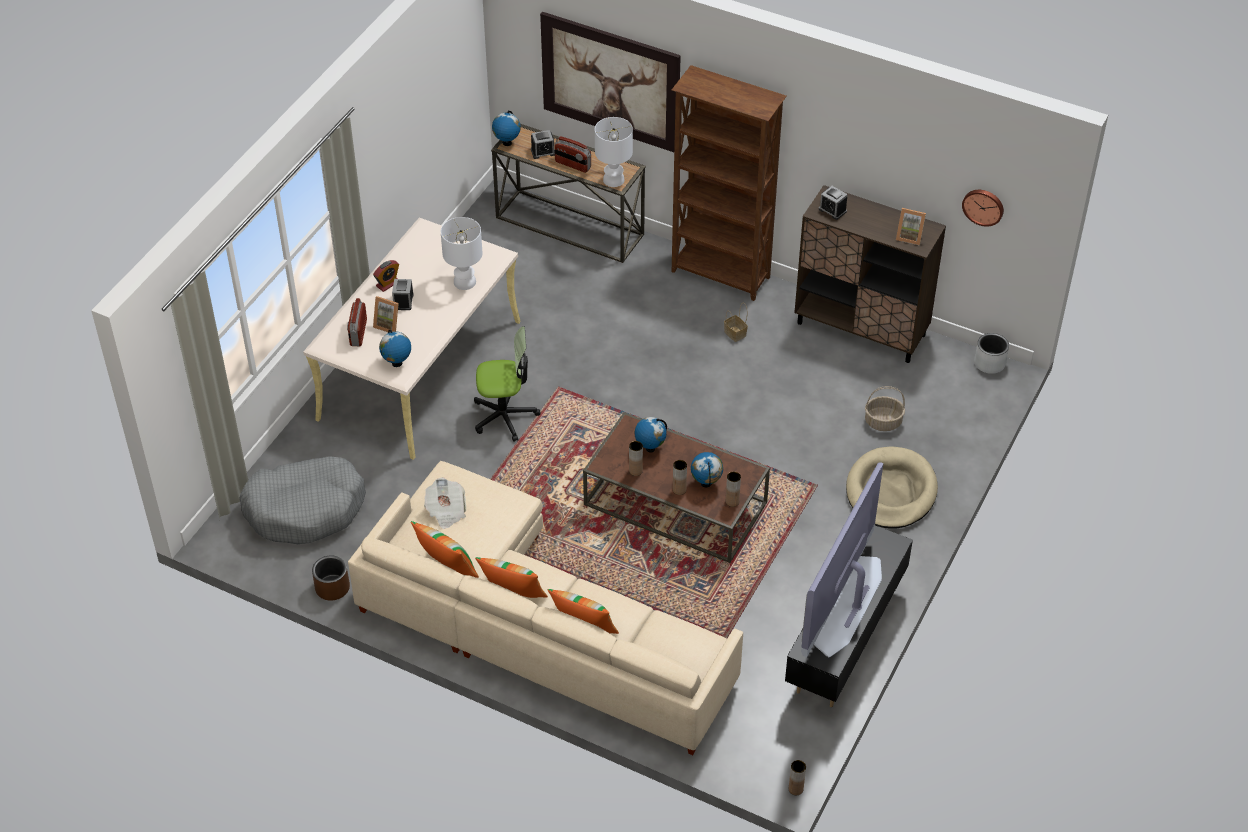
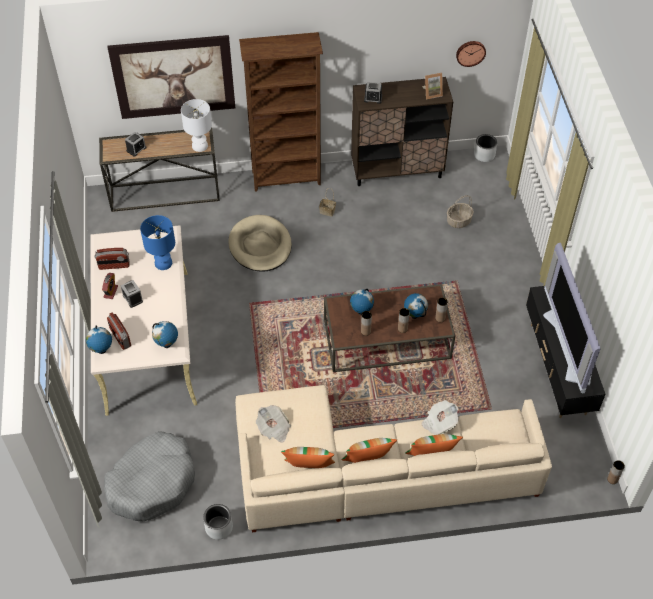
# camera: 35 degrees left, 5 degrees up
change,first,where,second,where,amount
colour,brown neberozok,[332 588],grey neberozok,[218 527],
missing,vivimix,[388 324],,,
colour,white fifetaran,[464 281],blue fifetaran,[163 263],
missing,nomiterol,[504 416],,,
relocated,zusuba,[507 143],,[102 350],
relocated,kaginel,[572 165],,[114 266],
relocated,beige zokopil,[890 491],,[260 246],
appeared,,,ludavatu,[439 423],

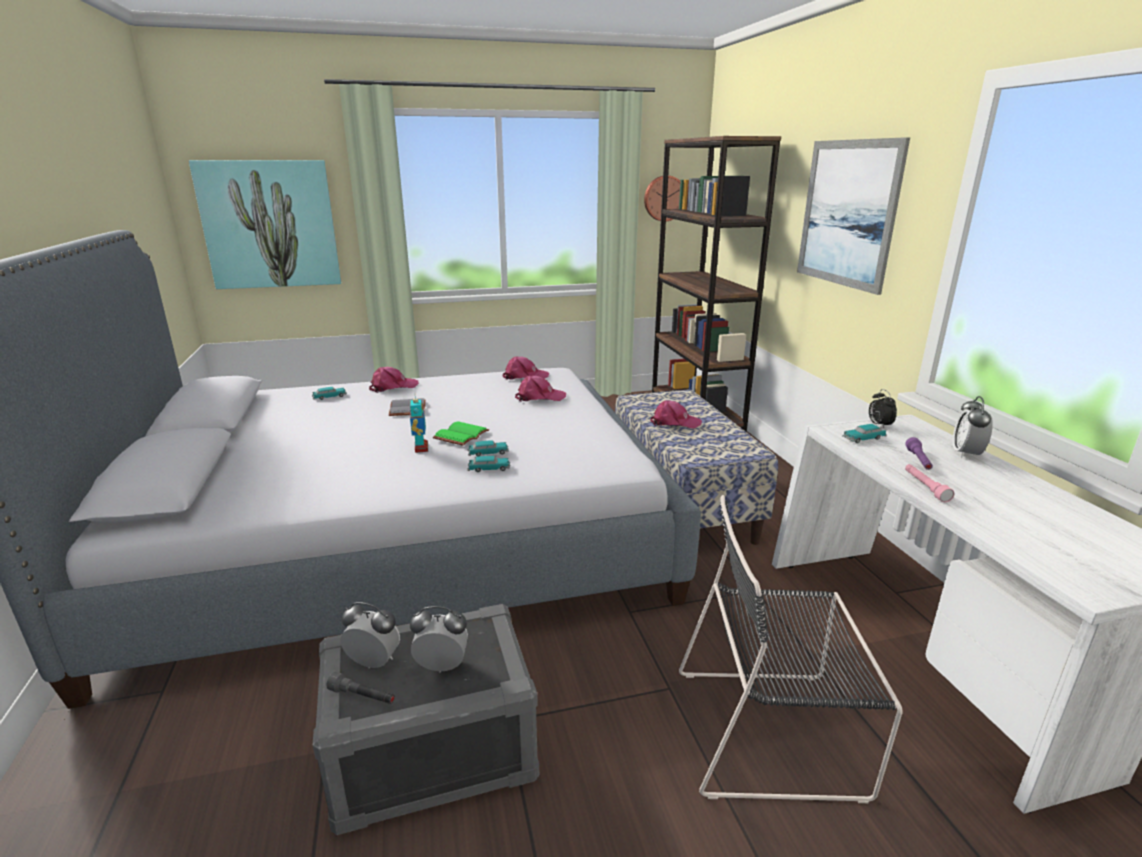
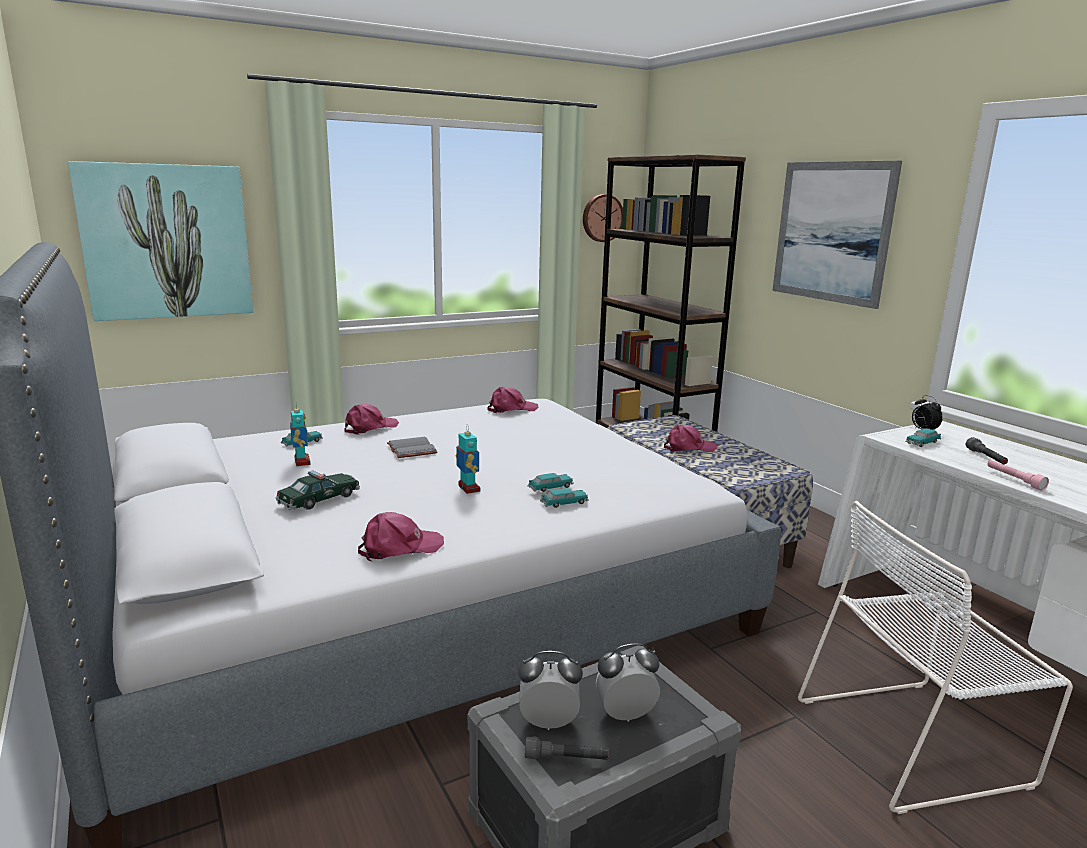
# camera: 15 degrees left, 5 degrees down
change,first,where,second,where,amount
missing,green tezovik,[462 436],,,
relocated,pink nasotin,[539 397],,[399 547],
colour,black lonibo,[774 731],white lonibo,[916 740],
colour,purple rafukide,[918 460],grey rafukide,[986 458],
missing,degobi,[966 454],,,
appeared,,,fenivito,[319 499],
appeared,,,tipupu,[301 462],

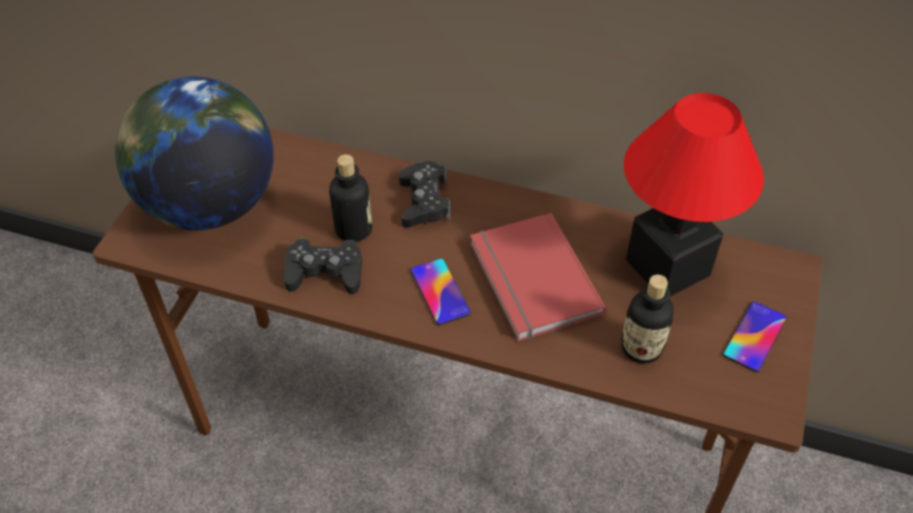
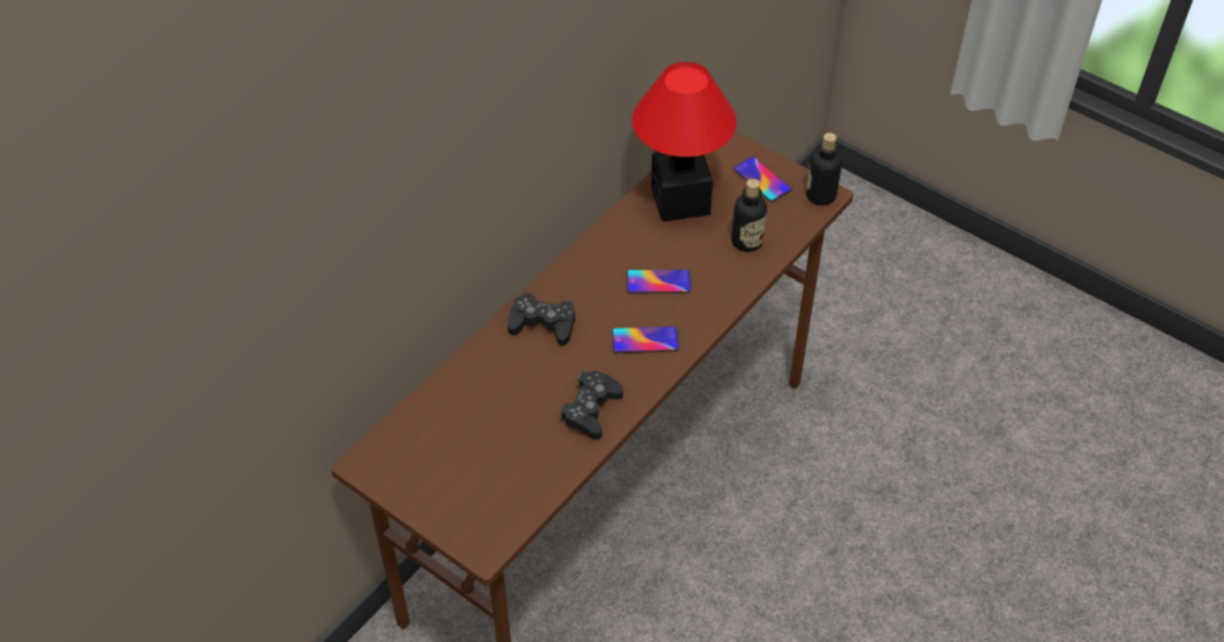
# camera: 70 degrees left, 0 degrees up
change,first,where,second,where,amount
missing,zusuba,[209 205],,,
relocated,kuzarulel,[353 229],,[821 195],
exchanged,red tezovik,[531 280],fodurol,[658 282],

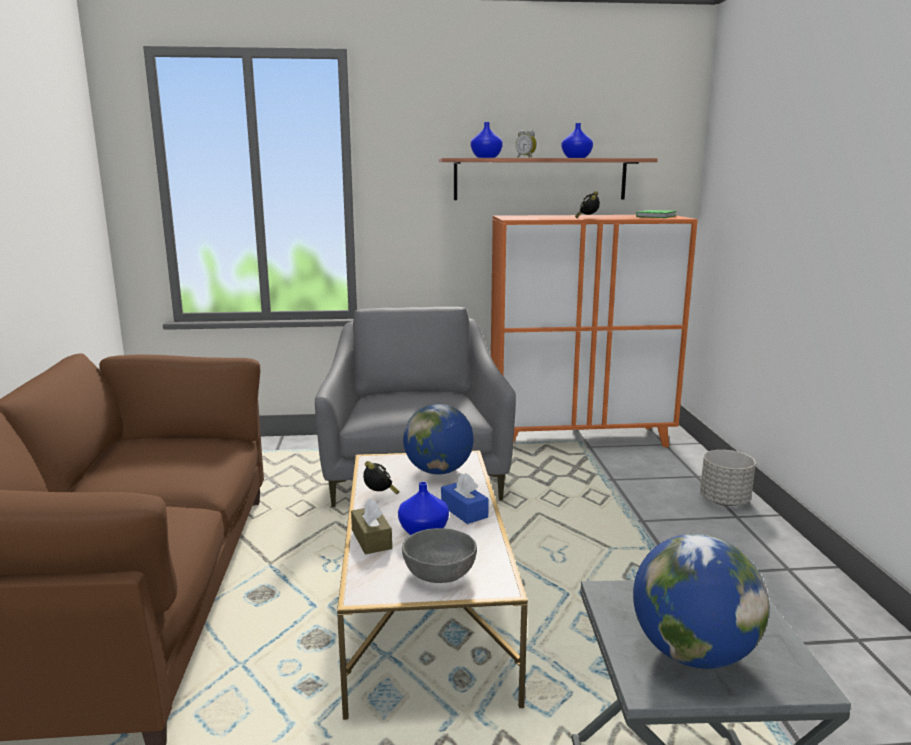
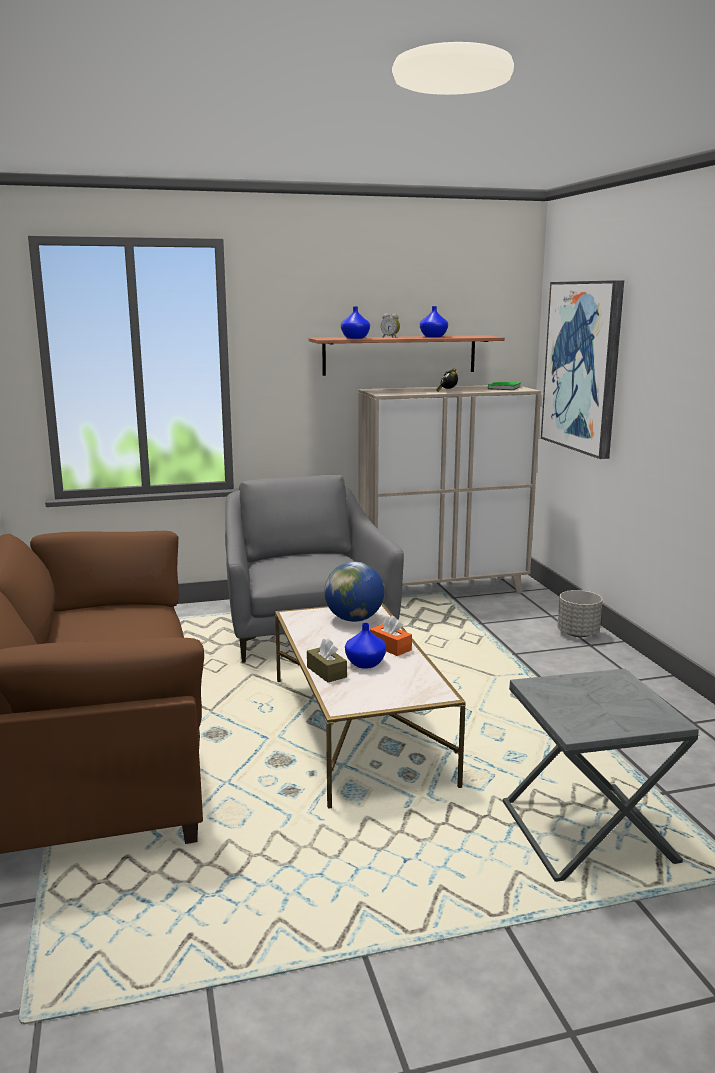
# camera: 10 degrees left, 0 degrees up
change,first,where,second,where,amount
missing,degobi,[380 495],,,
missing,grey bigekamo,[439 571],,,
colour,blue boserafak,[464 511],orange boserafak,[390 647],
colour,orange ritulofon,[580 439],beige ritulofon,[443 591],
missing,zusuba,[693 653],,,
appeared,,,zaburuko,[583 366],

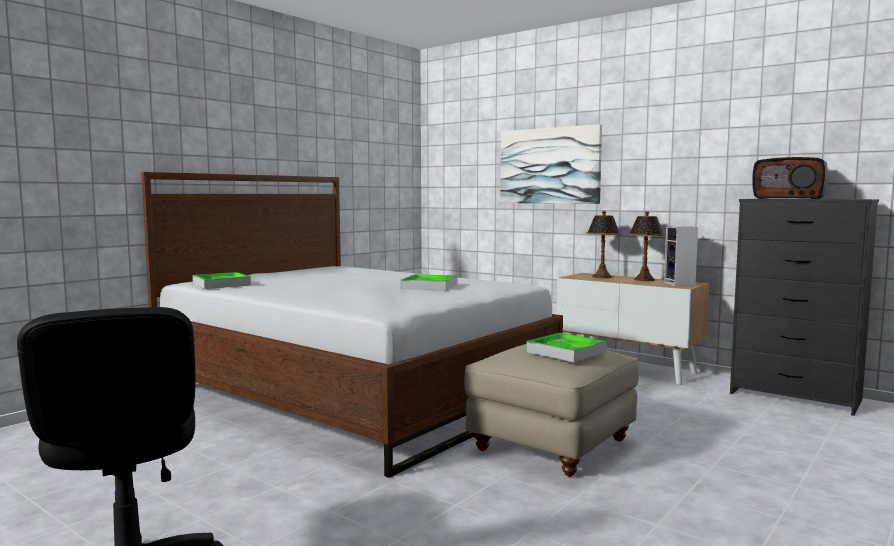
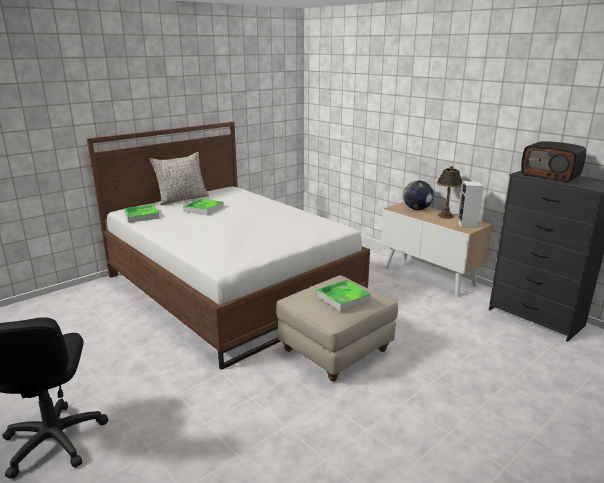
# camera: 10 degrees right, 15 degrees up
change,first,where,second,where,amount
relocated,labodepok,[429 286],,[204 209],
missing,zaburuko,[549 166],,,
exchanged,fifetaran,[602 277],zusuba,[417 209],
appeared,,,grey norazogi,[182 199],

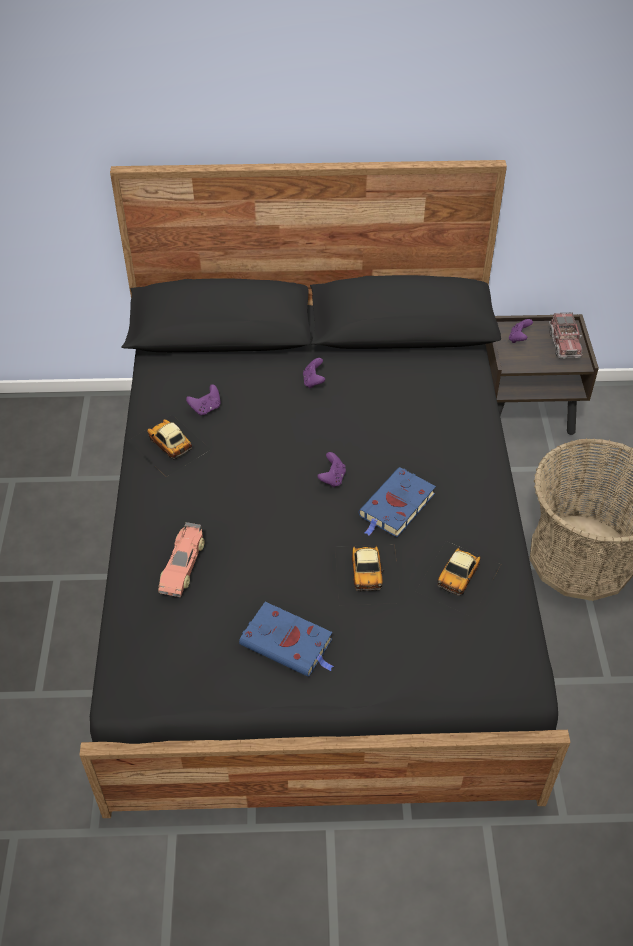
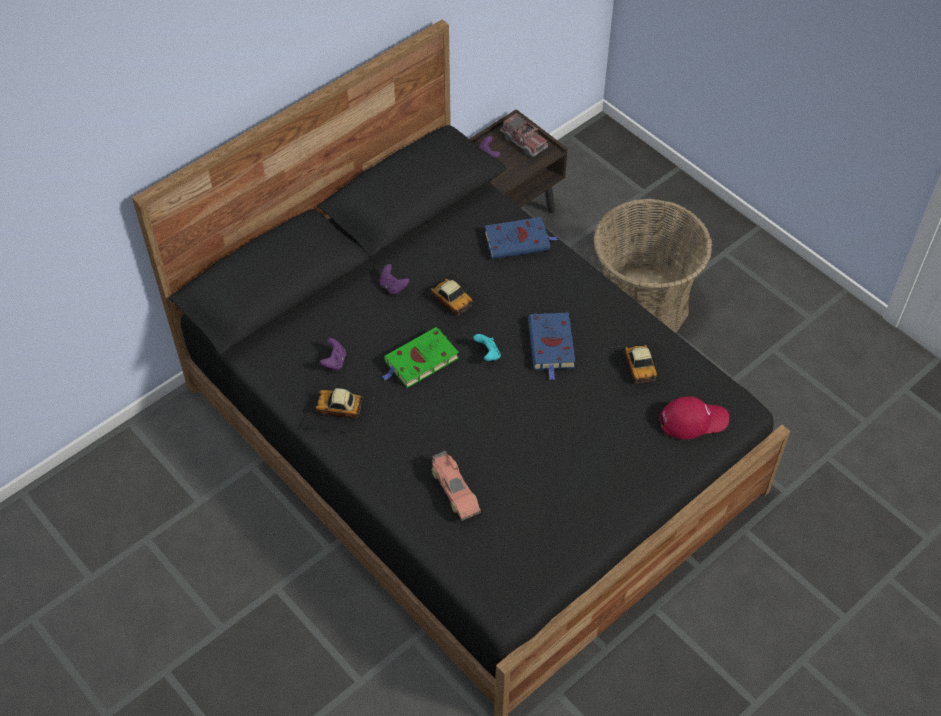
# camera: 40 degrees left, 5 degrees up
change,first,where,second,where,amount
relocated,blue tezovik,[289 643],,[519 241],
colour,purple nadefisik,[332 478],turquoise nadefisik,[488 354],
relocated,fenivito,[368 573],,[452 301],
appeared,,,green tezovik,[420 361],
appeared,,,red nasotin,[693 420],

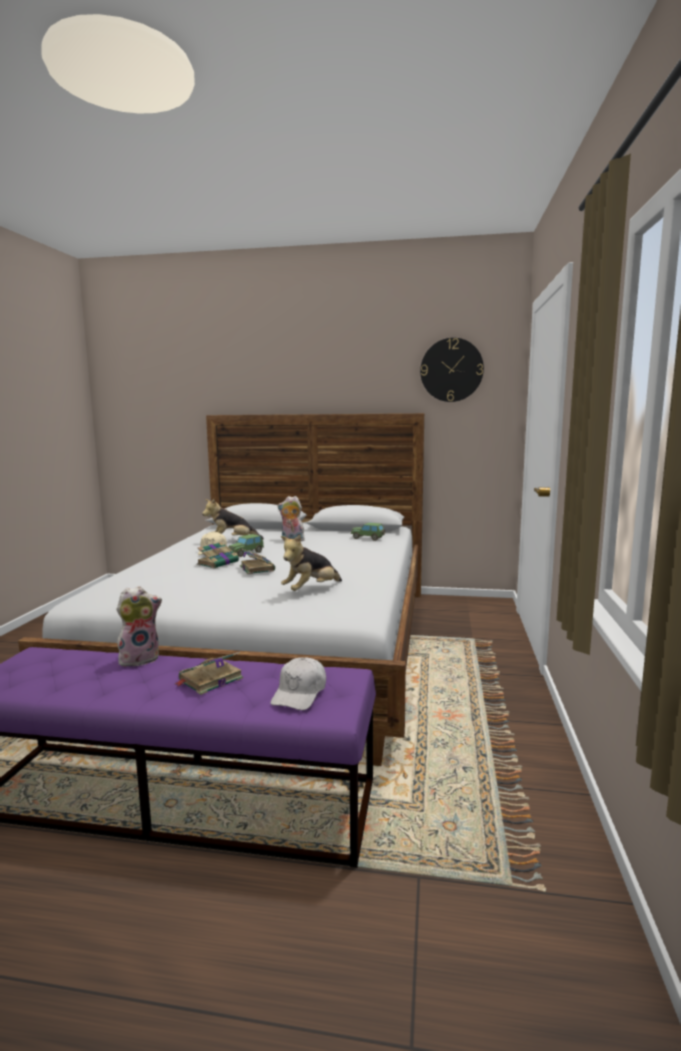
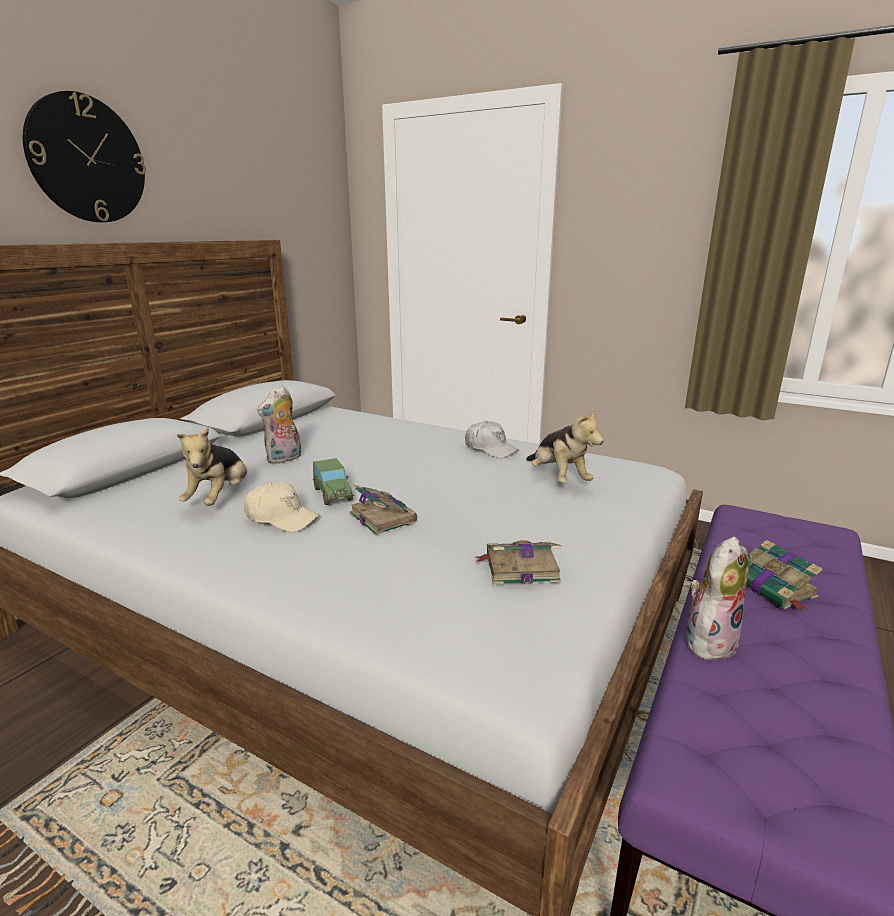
# camera: 70 degrees left, 10 degrees up
change,first,where,second,where,amount
spun,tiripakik,[140 659],,[708 640],60 degrees clockwise
relocated,tezovik,[256 568],,[519 567],
relocated,white nasotin,[300 693],,[491 449],
missing,fenivito,[368 538],,,
relocated,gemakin,[451 370],,[87 159],

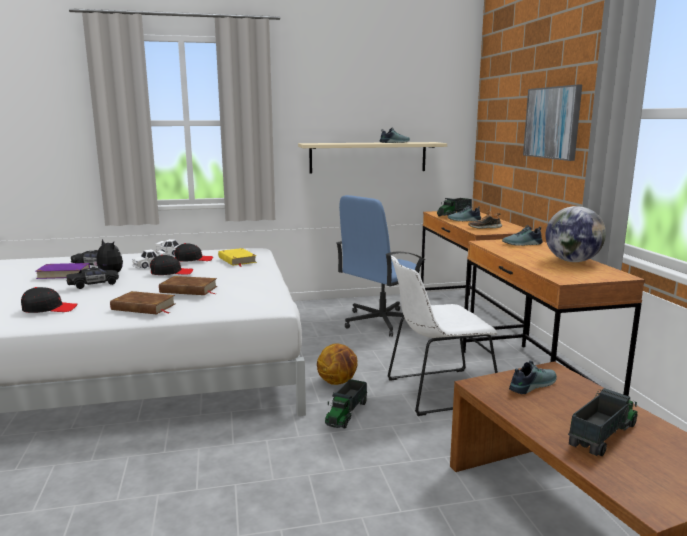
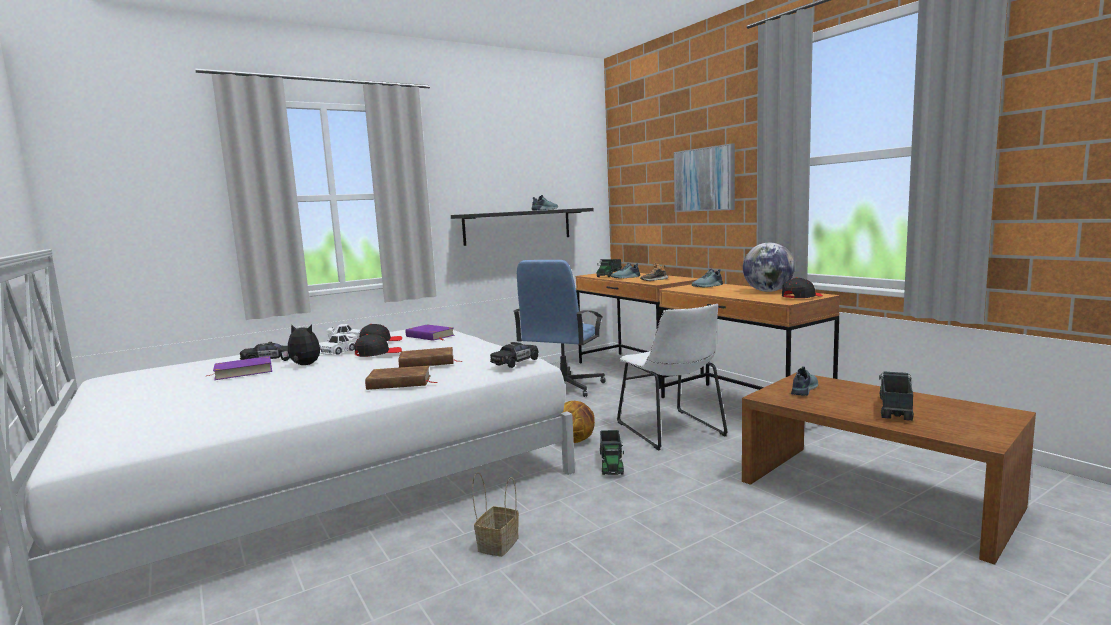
# camera: 20 degrees left, 5 degrees down
change,first,where,second,where,amount
relocated,black nasotin,[49 309],,[801 297],
relocated,black fenivito,[93 284],,[515 362],
colour,yellow tezovik,[237 260],purple tezovik,[430 336],
colour,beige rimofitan,[368 157],black rimofitan,[518 226],
spun,white lonibo,[437 391],,[672 430],75 degrees counterclockwise
appeared,,,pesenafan,[498 543],

